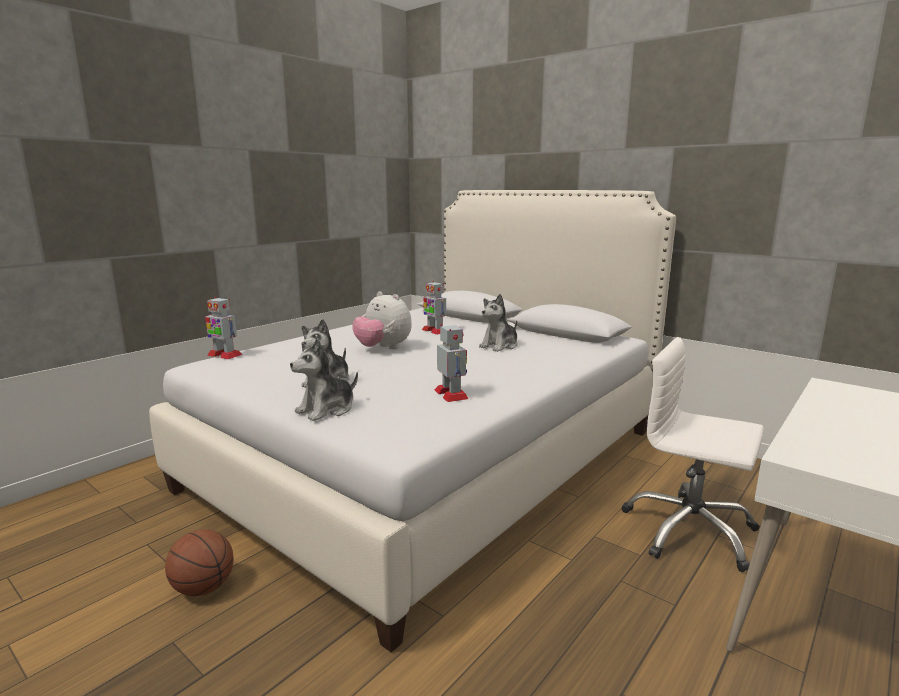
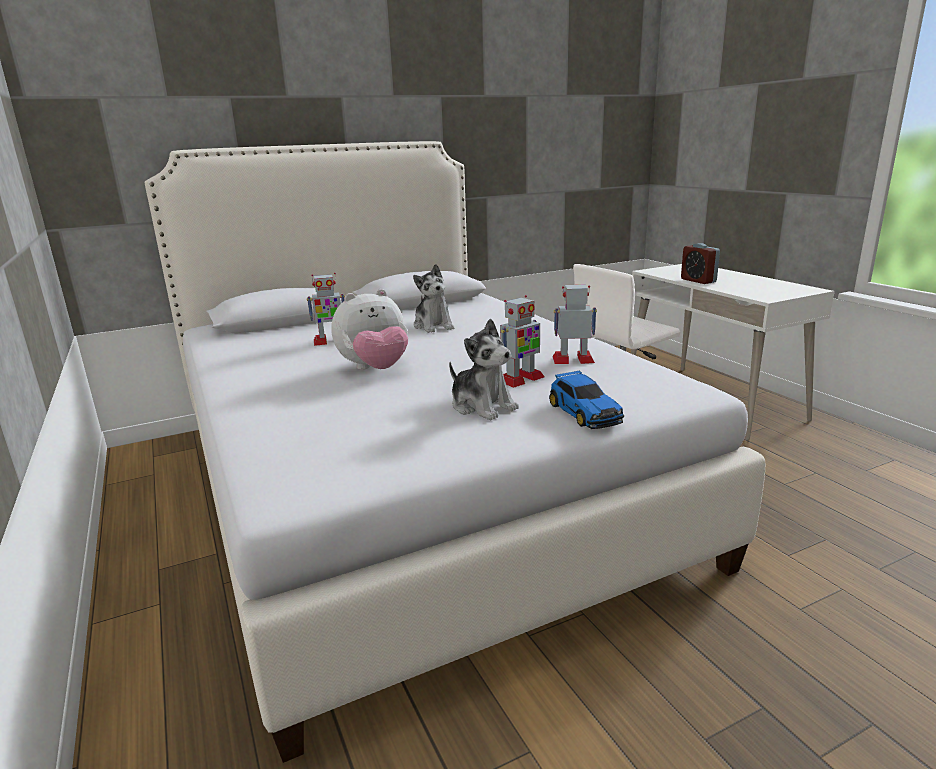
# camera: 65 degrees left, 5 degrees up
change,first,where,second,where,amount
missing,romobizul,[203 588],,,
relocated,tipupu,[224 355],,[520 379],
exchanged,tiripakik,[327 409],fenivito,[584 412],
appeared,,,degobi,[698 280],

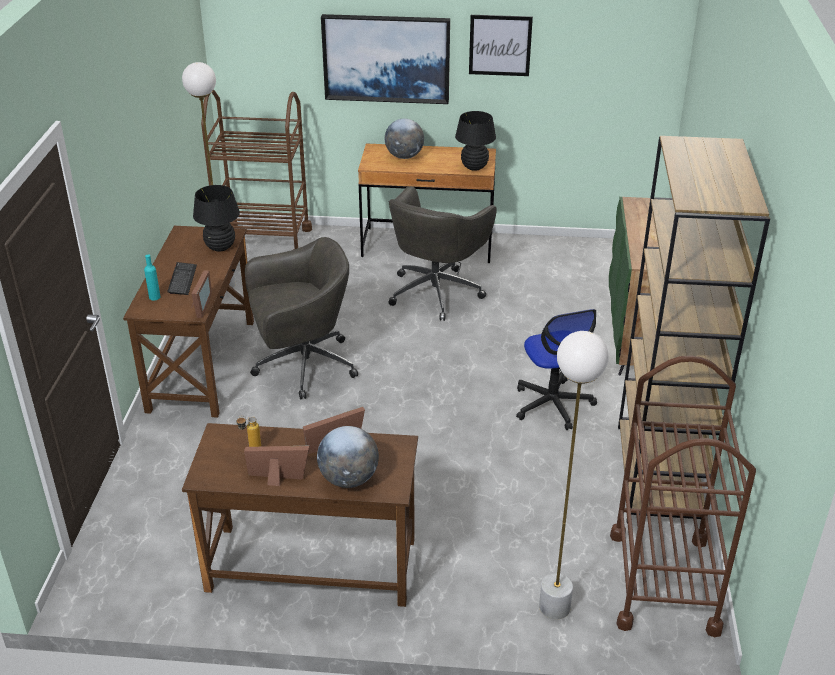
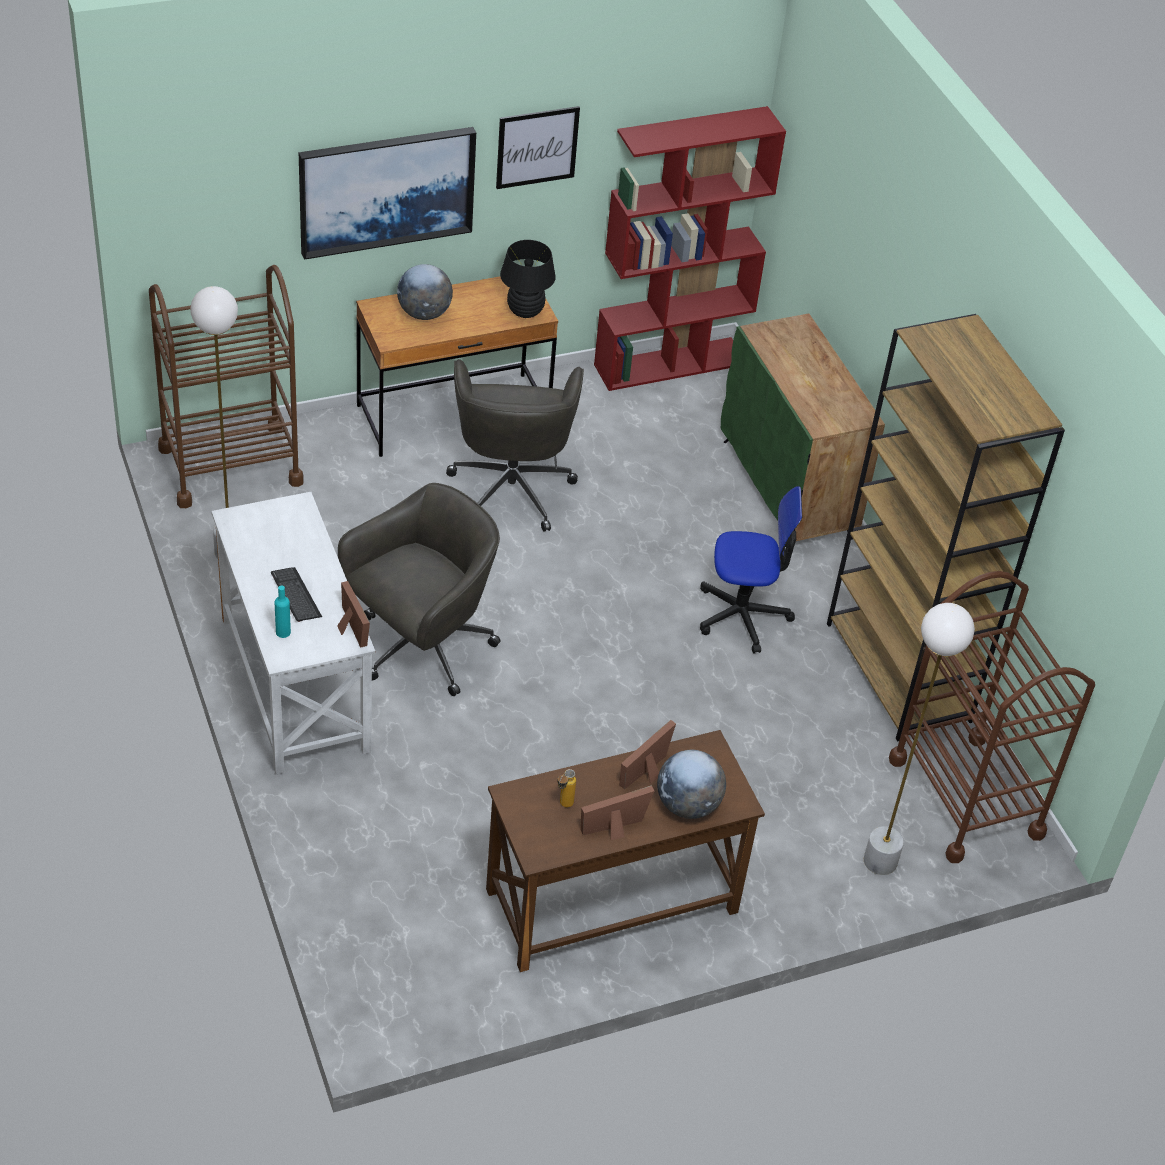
# camera: 30 degrees left, 10 degrees up
change,first,where,second,where,amount
colour,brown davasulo,[201 365],white davasulo,[294 684],
missing,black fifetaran,[220 247],,,
spun,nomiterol,[553 404],,[742 615],45 degrees counterclockwise
appeared,,,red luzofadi,[671 364],

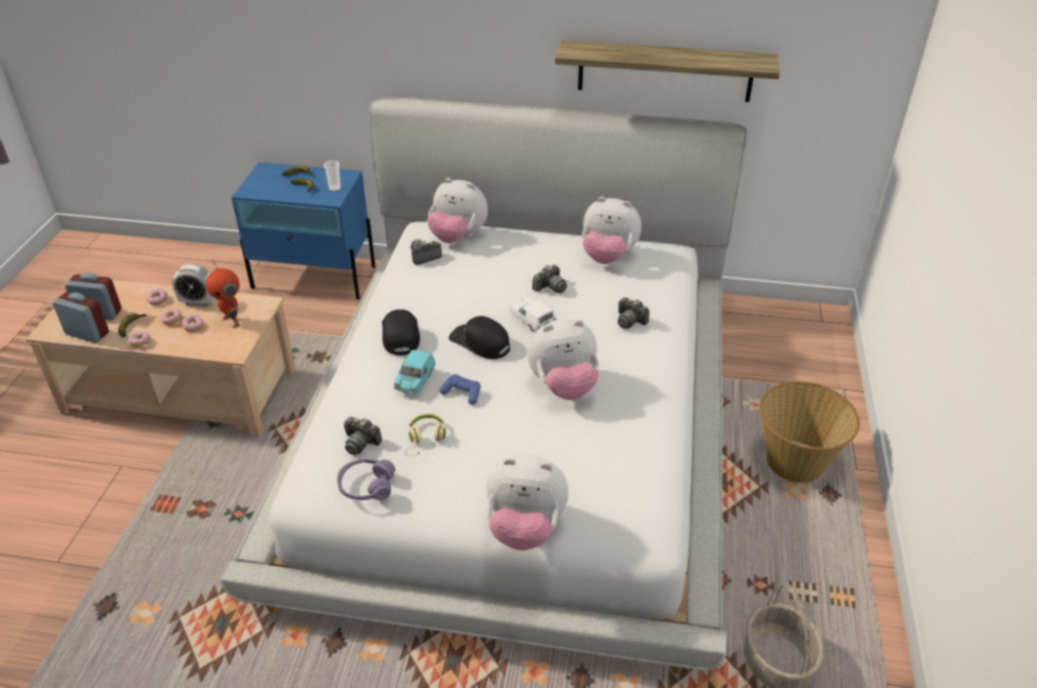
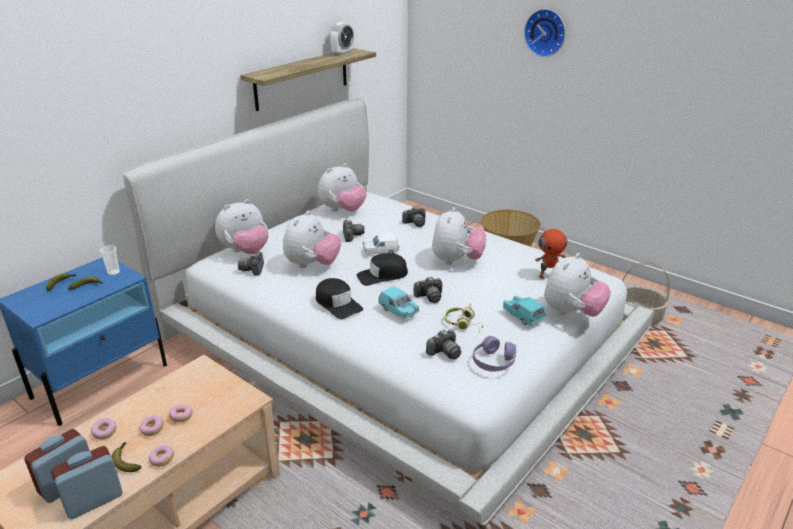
# camera: 60 degrees left, 10 degrees down
change,first,where,second,where,amount
relocated,degobi,[198 302],,[342 53],
relocated,tipupu,[232 321],,[548 275],
spun,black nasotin,[400 335],,[338 304],150 degrees counterclockwise
exchanged,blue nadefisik,[462 393],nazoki,[429 297],
appeared,,,tiripakik,[312 265],
appeared,,,turquoise fenivito,[522 317],
appeared,,,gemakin,[546 32],

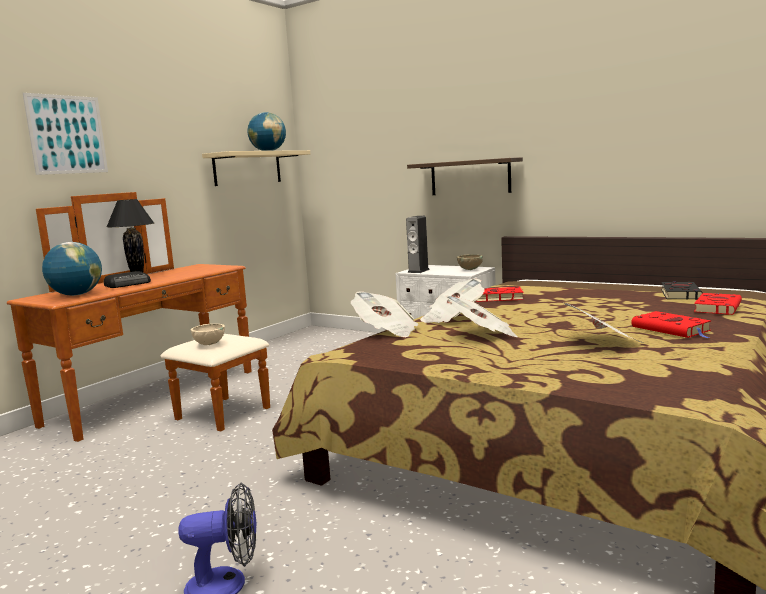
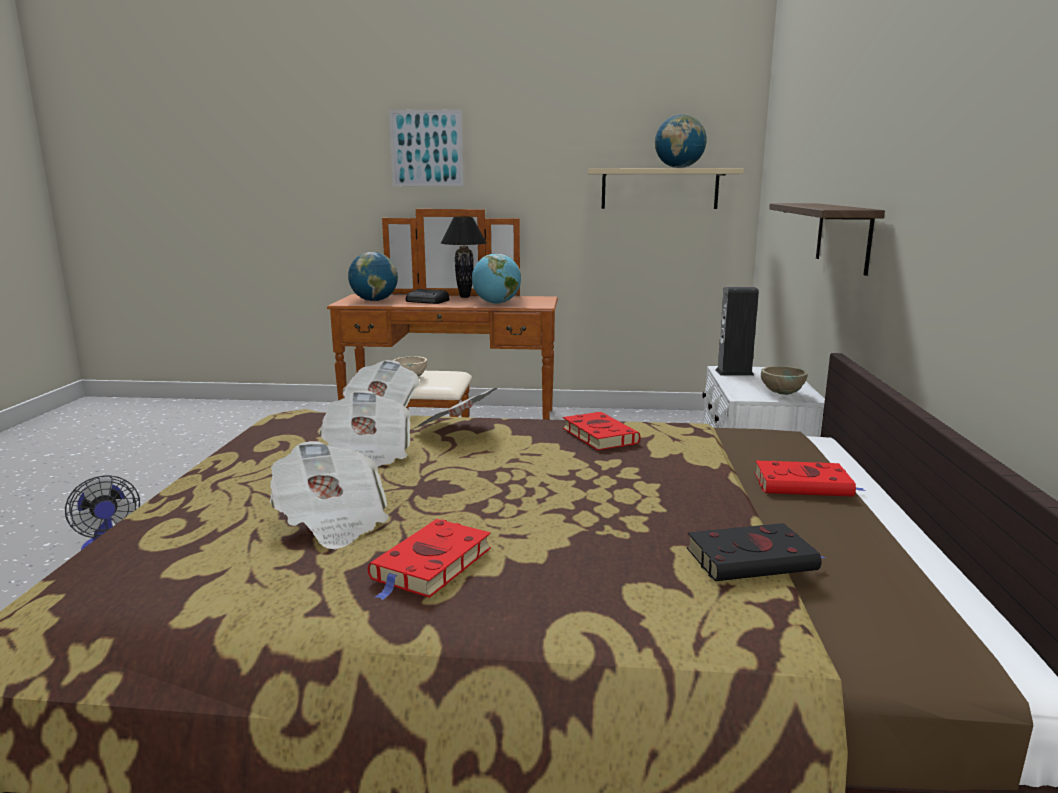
# camera: 60 degrees right, 5 degrees up
change,first,where,second,where,amount
relocated,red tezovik,[717 307],,[805 485],
appeared,,,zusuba,[496 303],

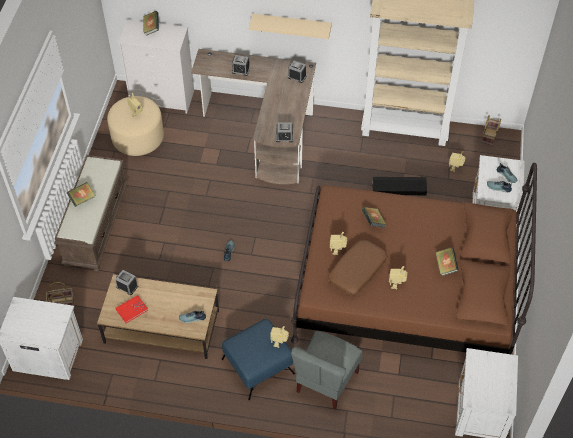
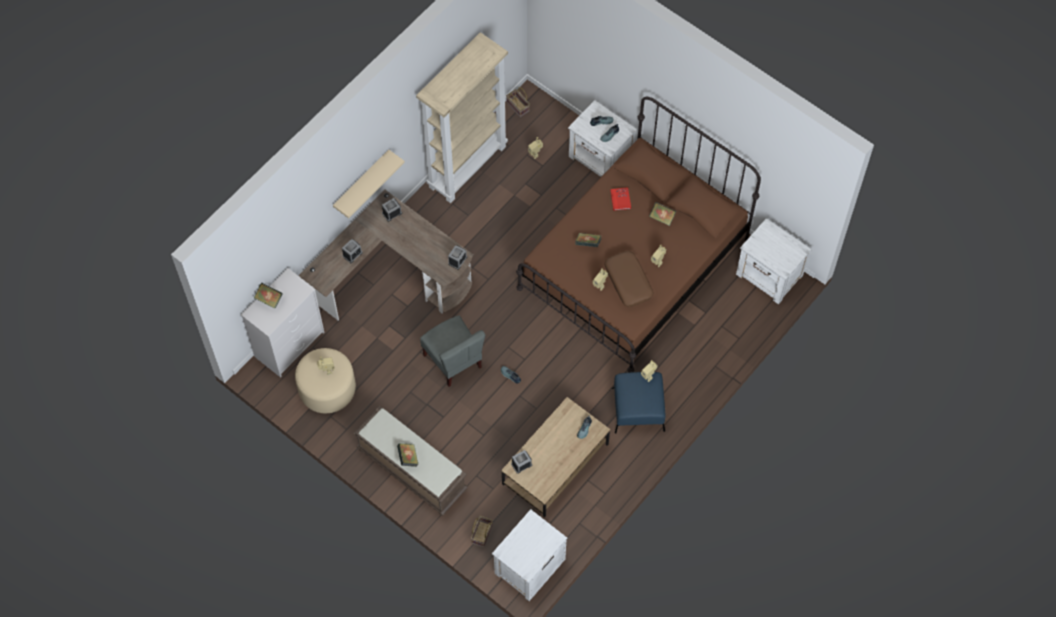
# camera: 60 degrees left, 10 degrees up
change,first,where,second,where,amount
relocated,red tezovik,[132 310],,[620 199],
relocated,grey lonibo,[326 382],,[453 361],
missing,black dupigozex,[399 188],,,

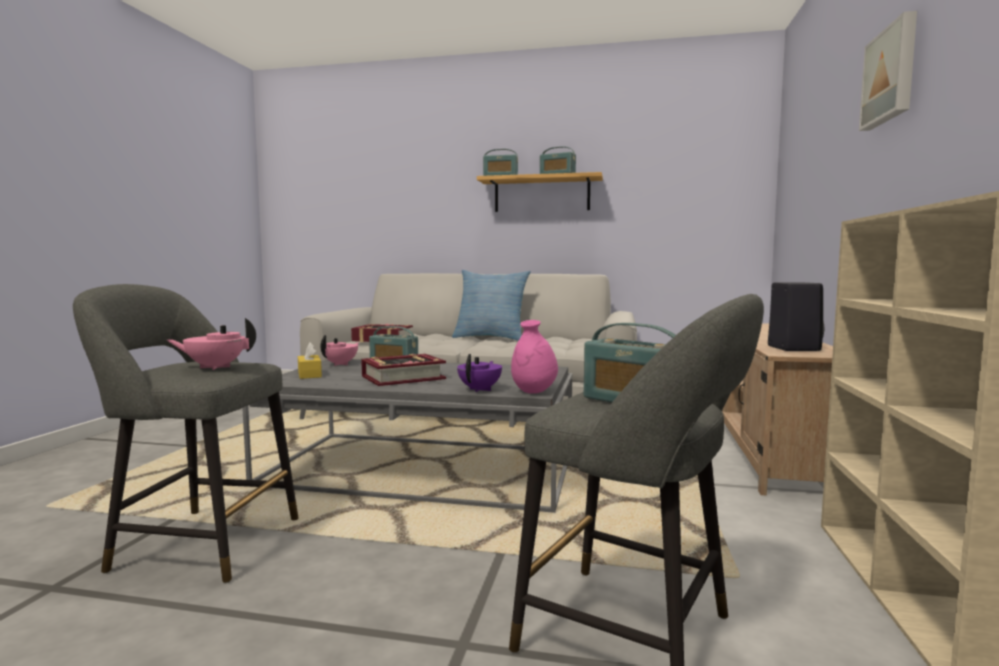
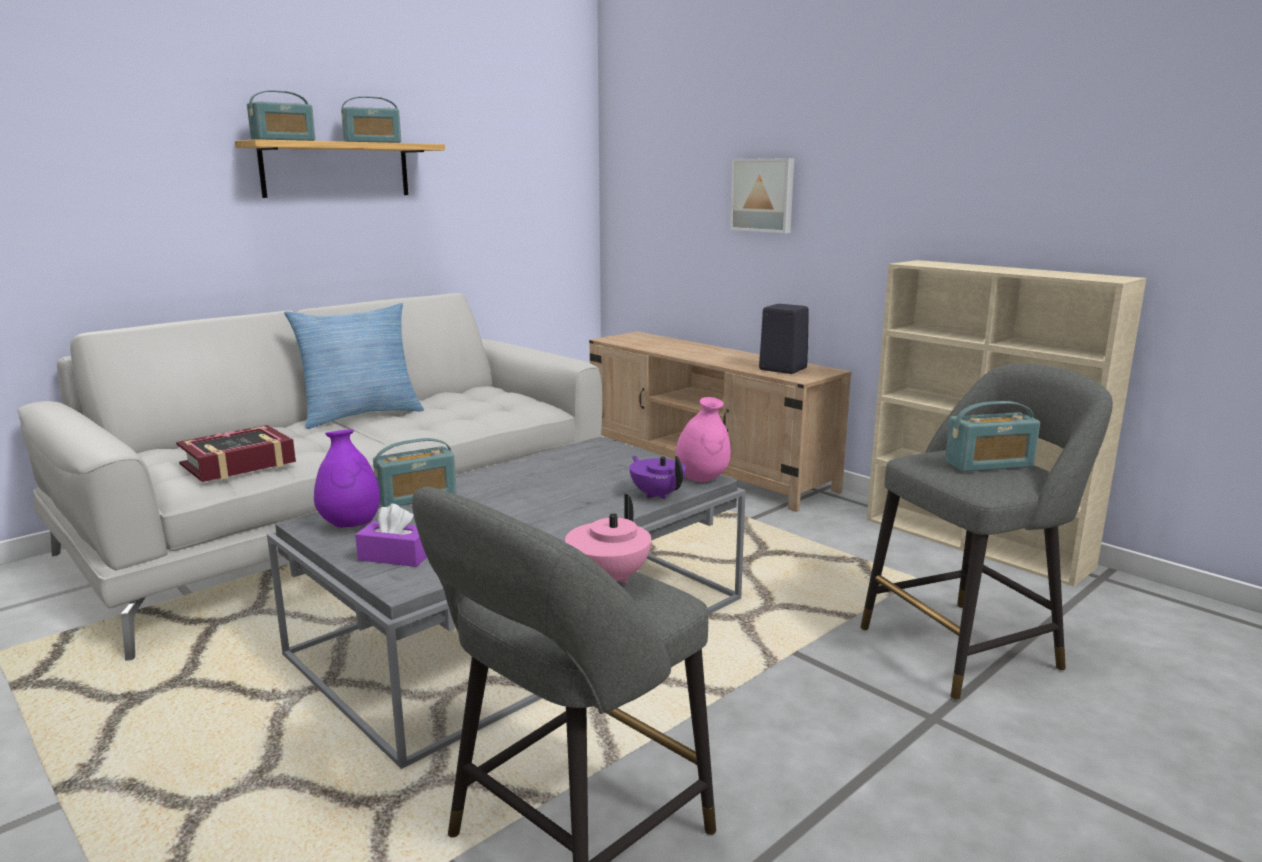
# camera: 55 degrees left, 10 degrees up
change,first,where,second,where,amount
colour,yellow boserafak,[309 374],purple boserafak,[395 556],
exchanged,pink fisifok,[341 364],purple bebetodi,[350 525],
missing,tezovik,[403 378],,,
relocated,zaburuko,[891 75],,[763 195],

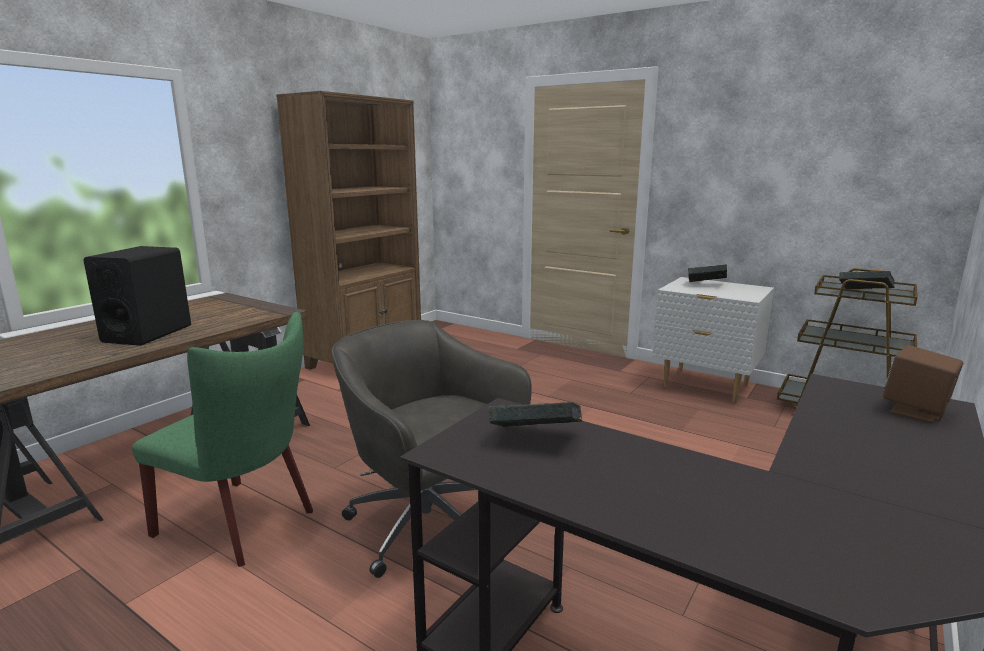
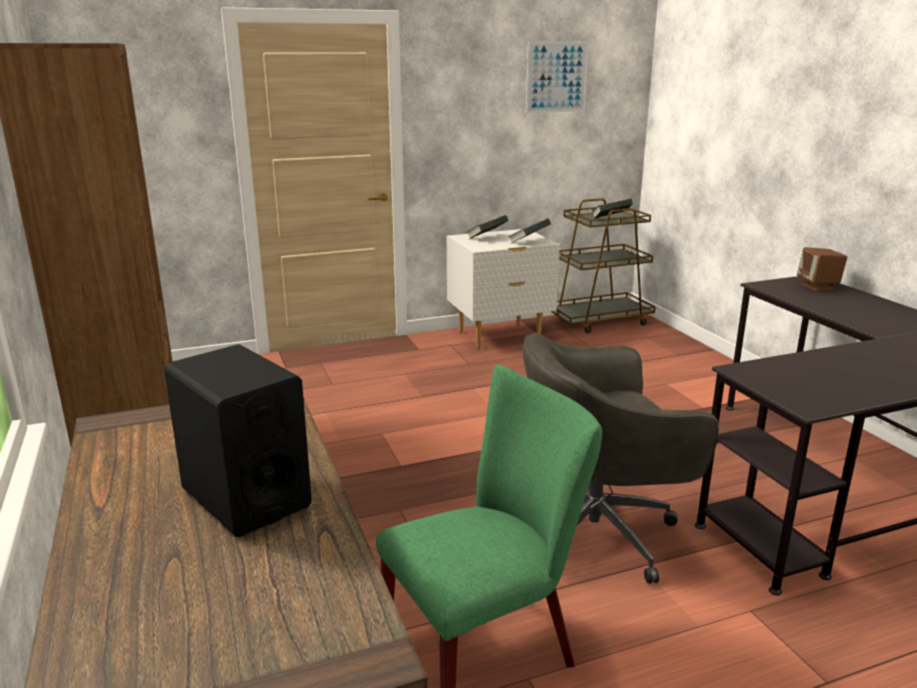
# camera: 55 degrees left, 5 degrees up
change,first,where,second,where,amount
relocated,tezovik,[535 439],,[529 242],
appeared,,,zaburuko,[557 77],

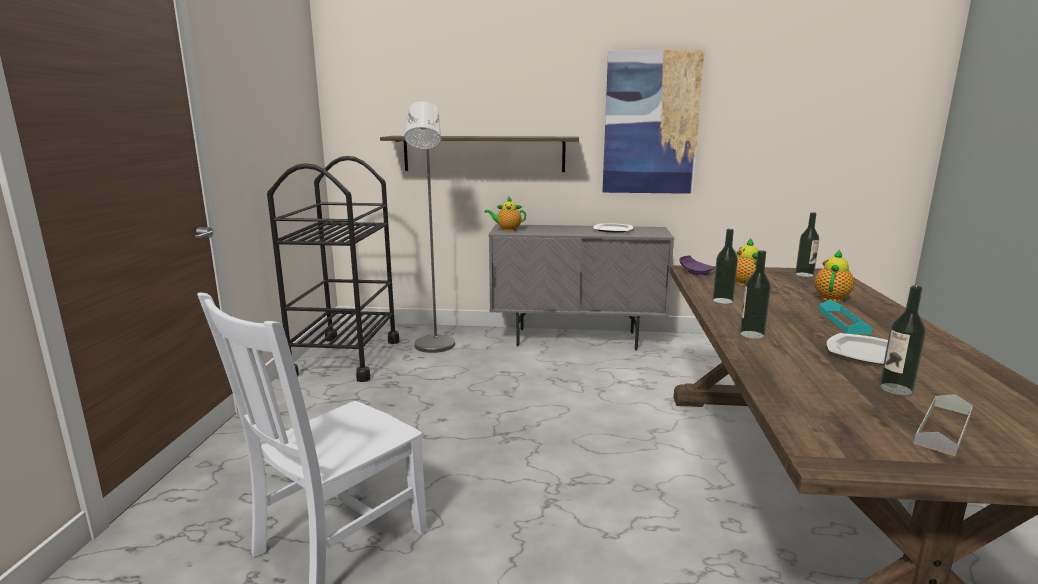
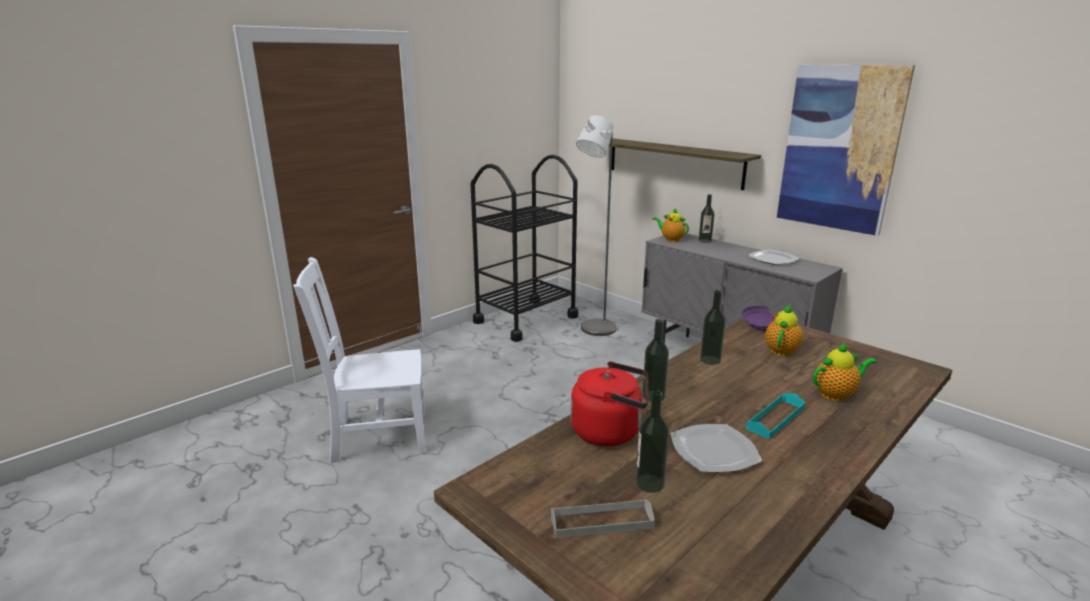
# camera: 40 degrees right, 5 degrees up
change,first,where,second,where,amount
relocated,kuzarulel,[804 274],,[705 241],
appeared,,,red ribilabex,[610 431],

